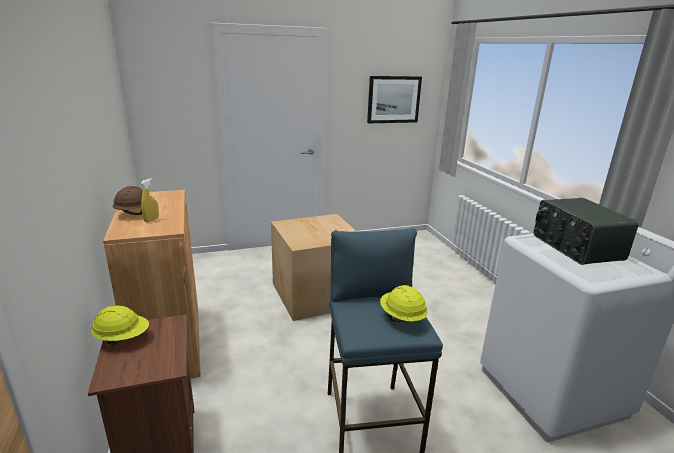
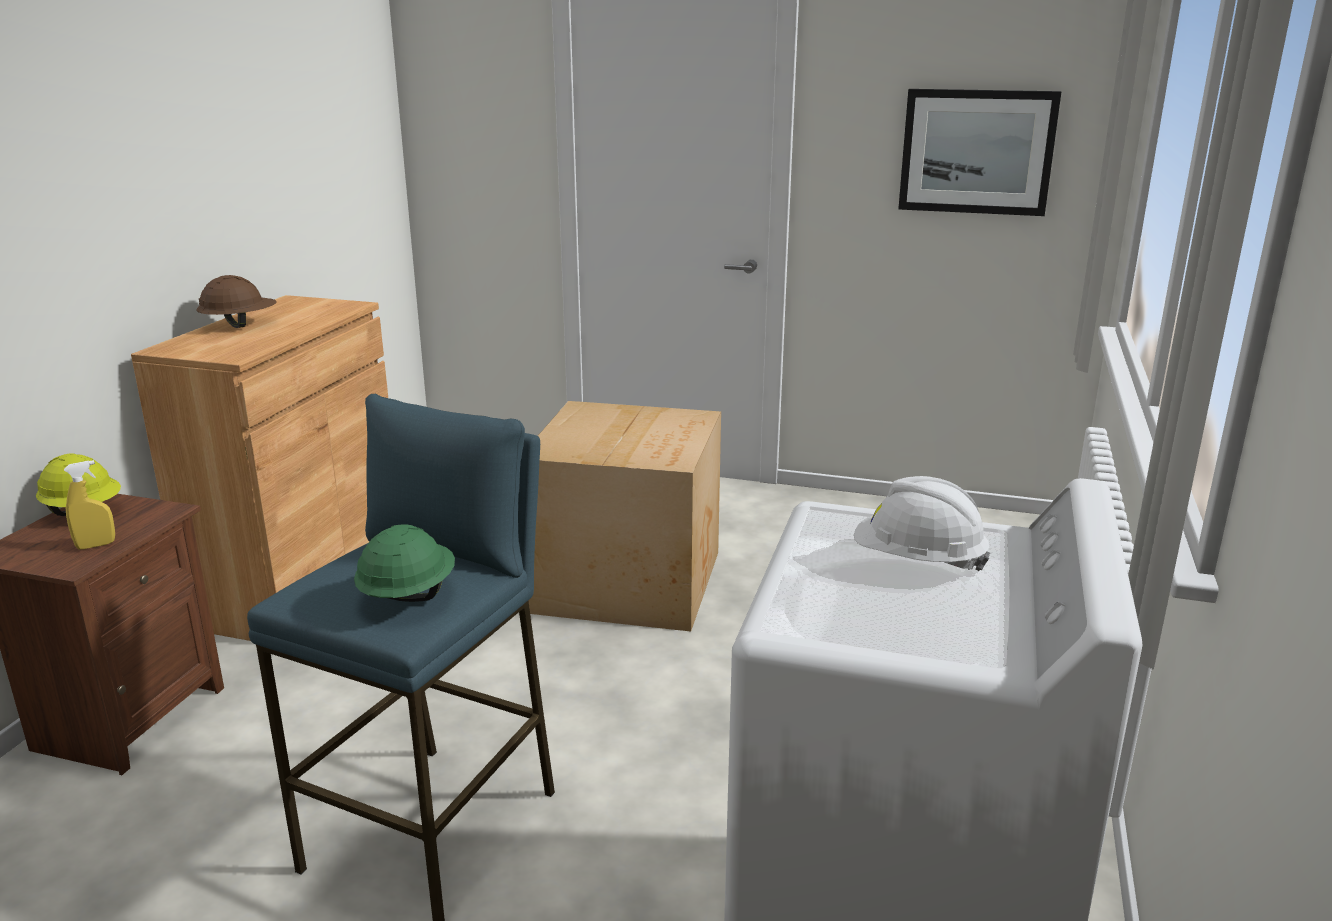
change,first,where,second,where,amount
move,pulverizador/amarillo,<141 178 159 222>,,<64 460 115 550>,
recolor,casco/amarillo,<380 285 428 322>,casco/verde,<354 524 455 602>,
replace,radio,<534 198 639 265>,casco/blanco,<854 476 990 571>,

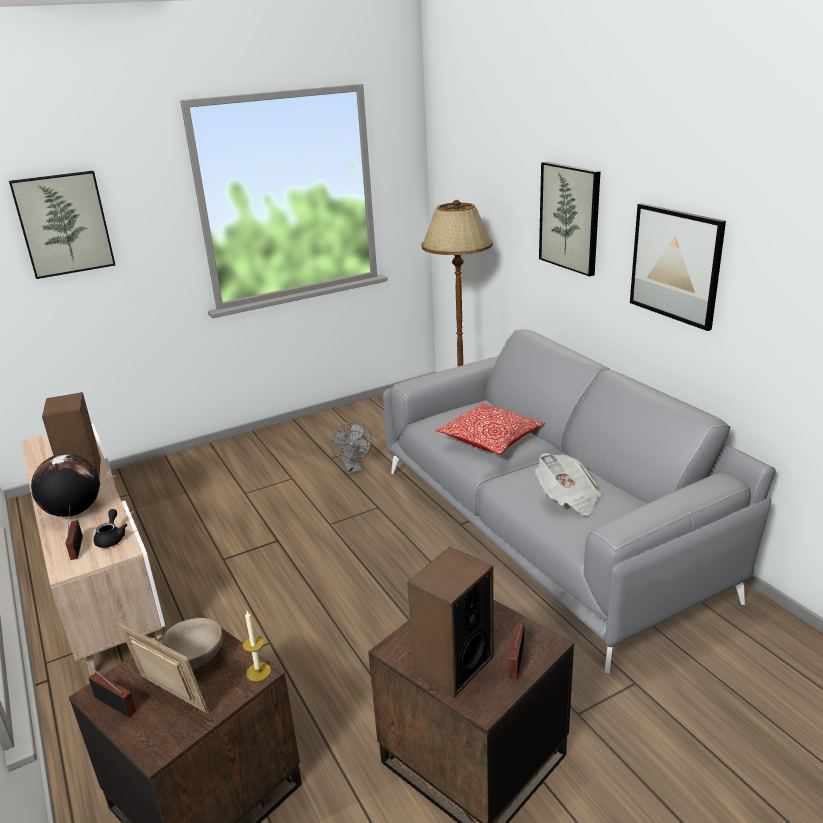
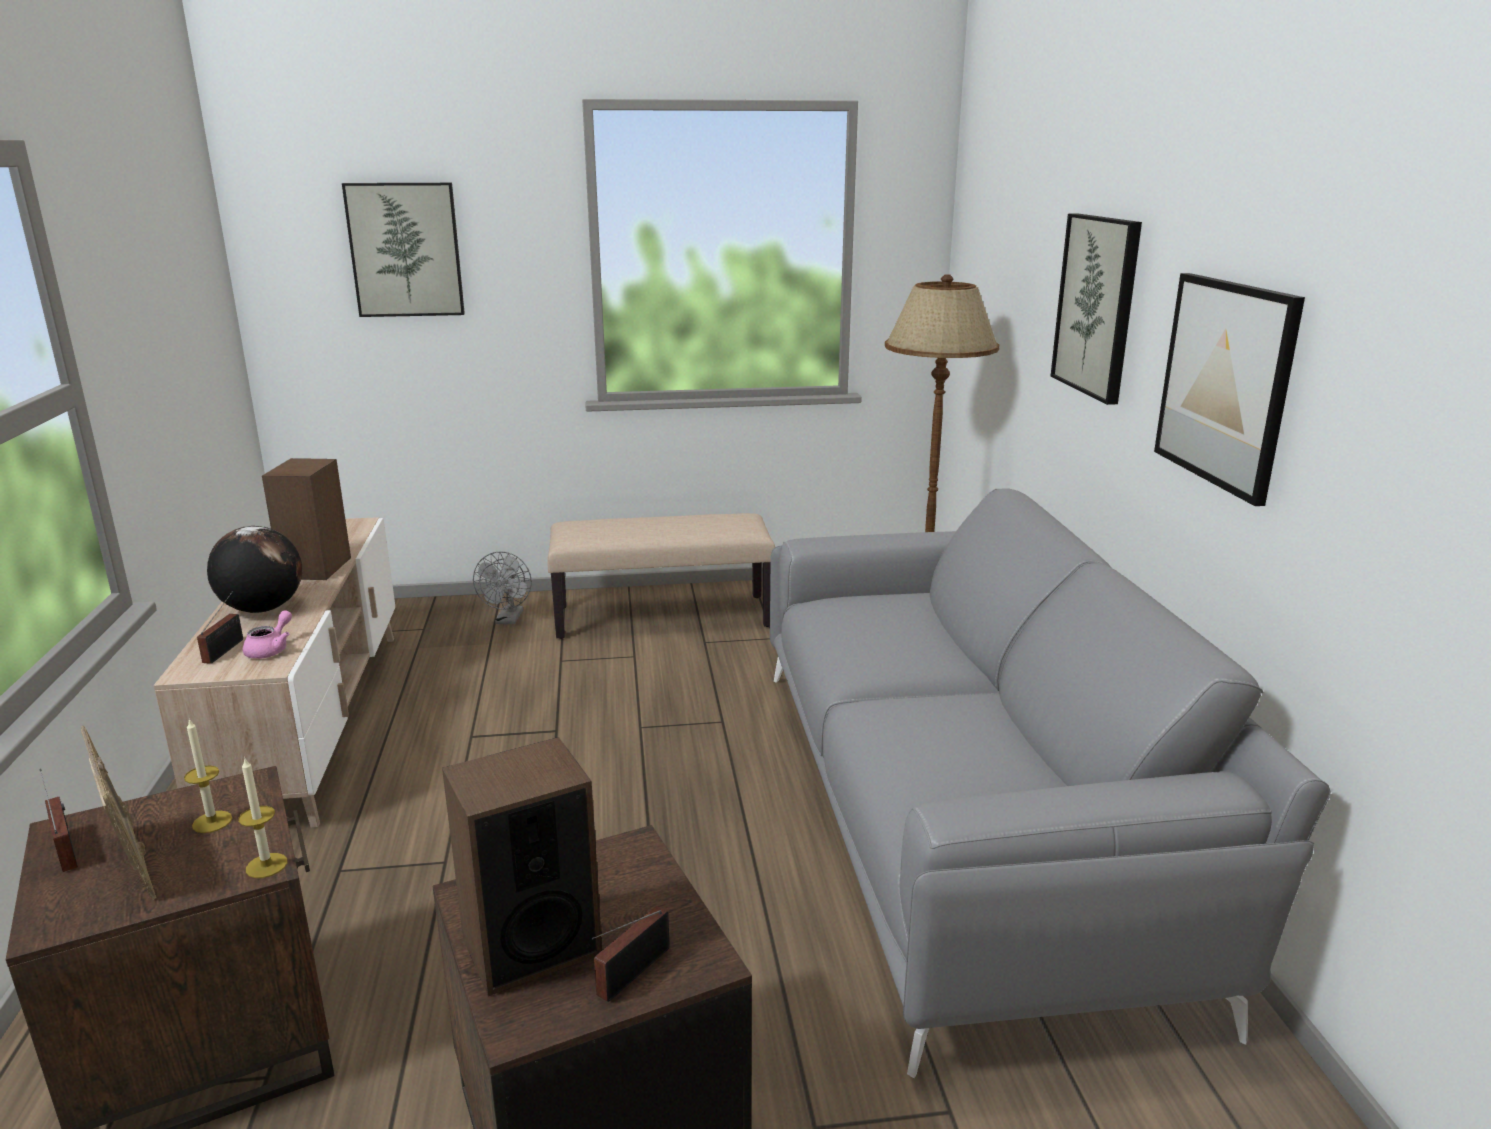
change,first,where,second,where,amount
recolor,tetera/negro,<94 509 127 548>,tetera/rosa,<243 610 292 659>,
replace,cuenco/beis,<160 618 223 669>,vela,<184 718 232 833>,
move,ventilador/gris,<331 422 372 474>,,<473 551 532 624>,
delete,cojín,<436 403 545 455>,,,
delete,periódico,<535 453 601 516>,,,
insert,,,banco/beis,<547 513 775 639>,

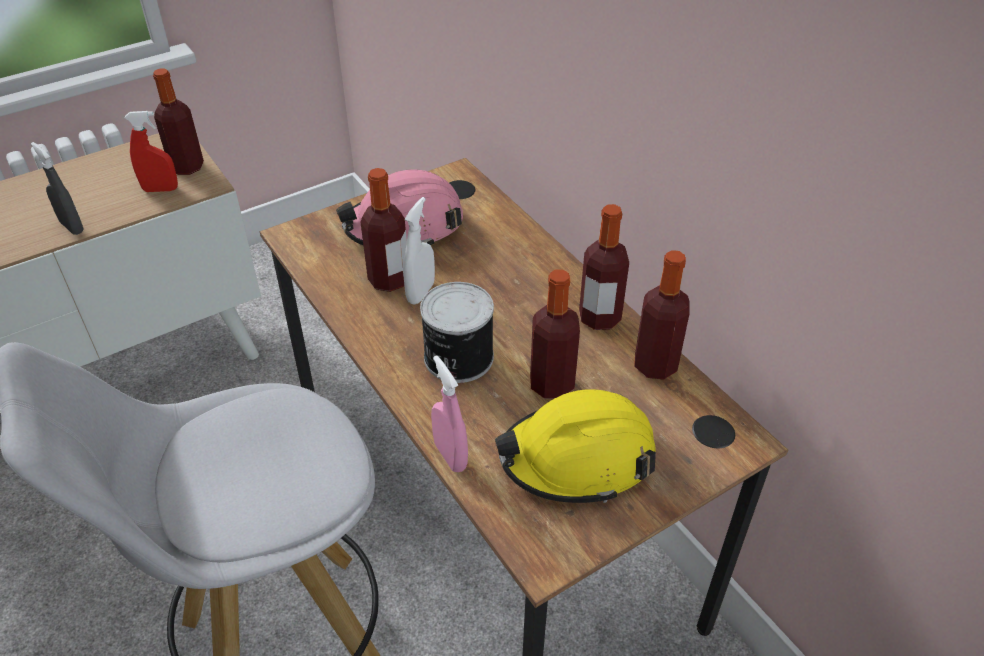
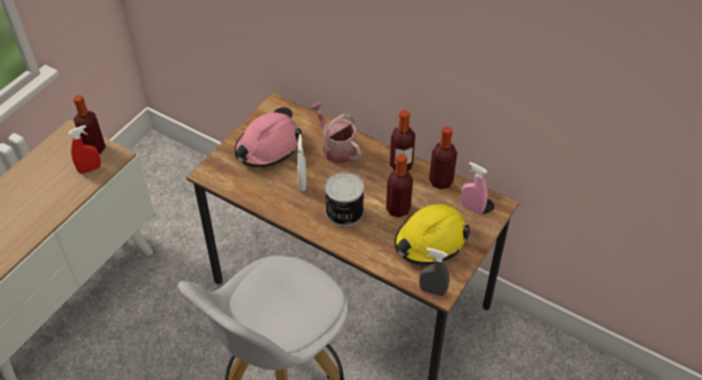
change,first,where,second,where,amount
move,pulverizador/gris,<31 142 84 235>,,<419 248 450 296>,
delete,botella,<361 168 407 292>,,,
move,pulverizador/rosa,<431 355 468 472>,,<461 162 488 214>,
insert,,,regadera,<309 102 361 163>,

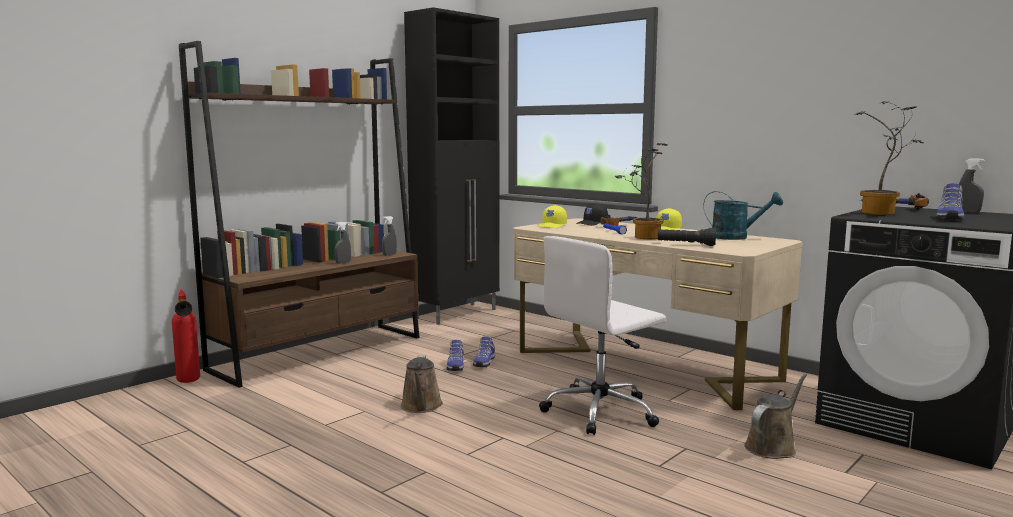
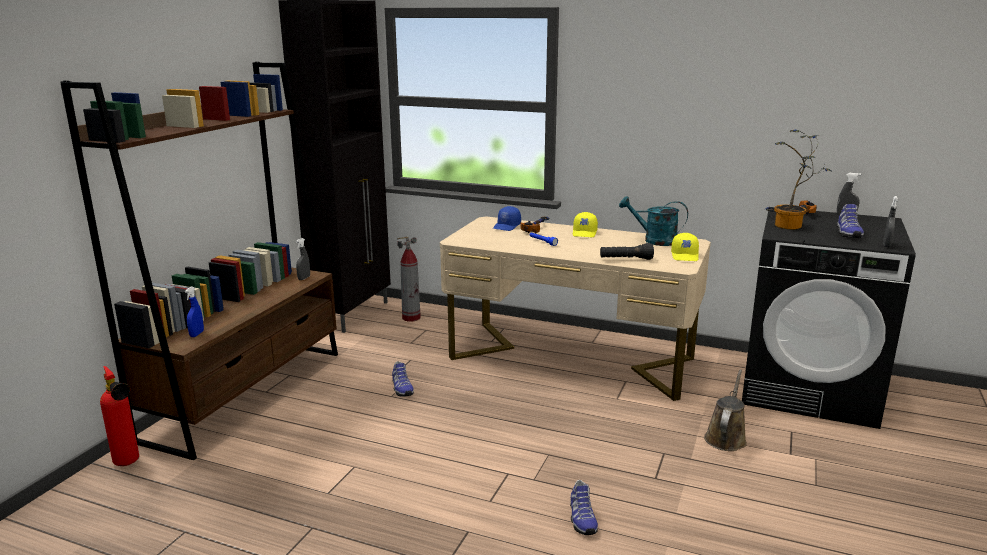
change,first,where,second,where,amount
move,pulverizador/gris,<334 222 351 264>,,<883 196 898 247>,
delete,regadera/marrón,<401 355 443 413>,,,
move,zapato,<473 337 495 367>,,<570 480 598 535>,
move,gorra/amarillo,<538 205 567 228>,,<671 233 699 261>,
delete,silla de oficina/blanco,<539 236 666 435>,,,
recolor,gorra/negro,<576 203 608 226>,gorra/azul,<493 206 521 231>,
delete,planta en maceta,<615 143 668 239>,,,
rotate,regadera/turquesa,<703 191 783 240>,,<619 196 688 246>,150 degrees counterclockwise
insert,,,pulverizador/azul,<185 286 204 337>,
insert,,,extintor,<397 237 421 322>,

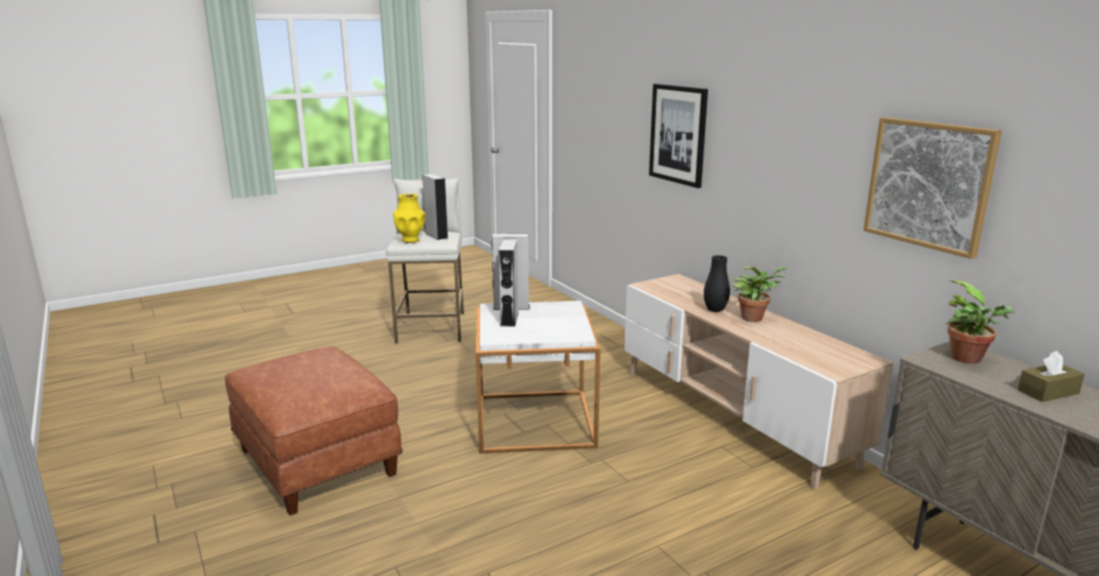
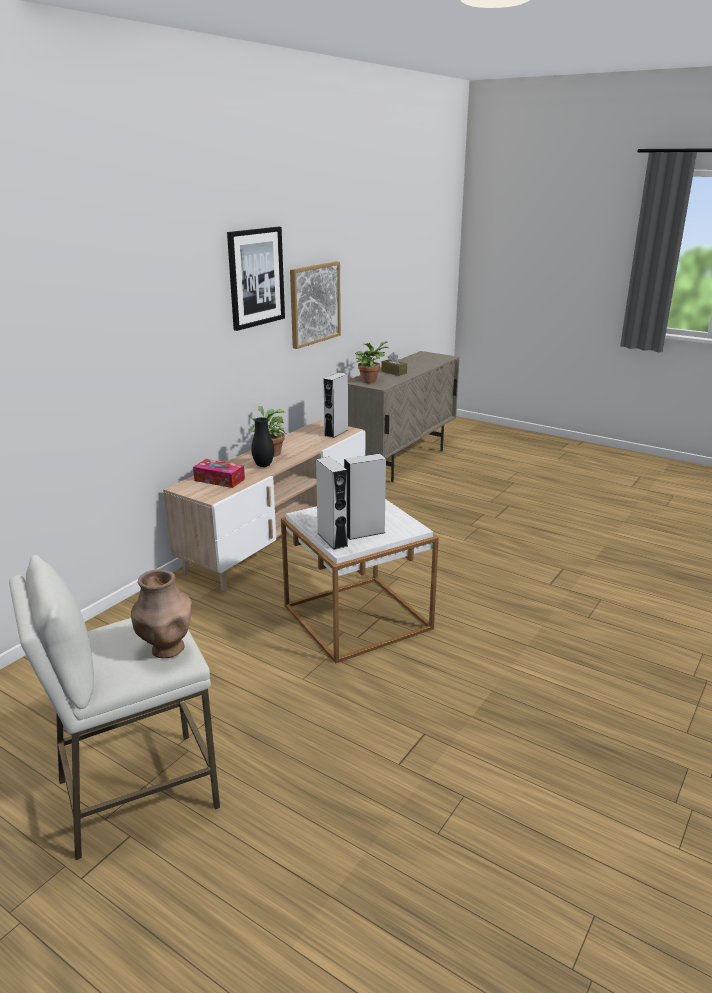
change,first,where,second,where,amount
delete,puf/marrón,<225 346 403 515>,,,
recolor,florero/amarillo,<393 194 425 243>,florero/marrón,<131 569 192 658>,
move,altavoz/gris,<422 174 448 240>,,<324 372 348 438>,
move,cuadro,<649 84 708 188>,,<227 227 285 331>,
insert,,,caja de pañuelos,<193 459 245 488>,

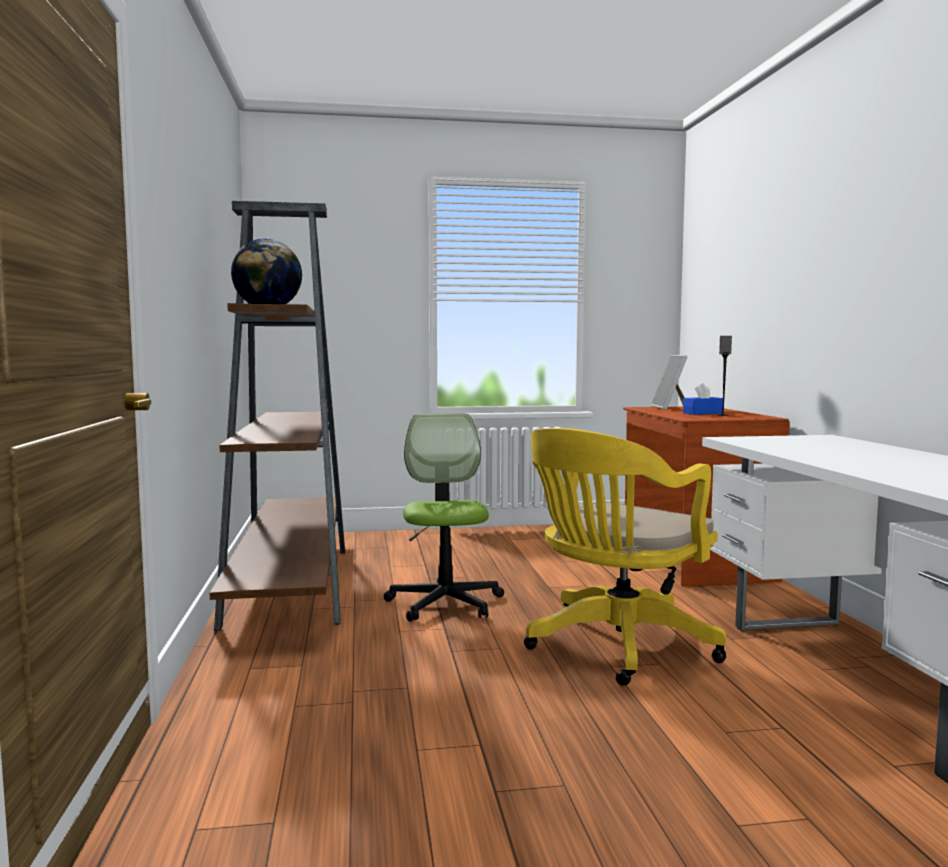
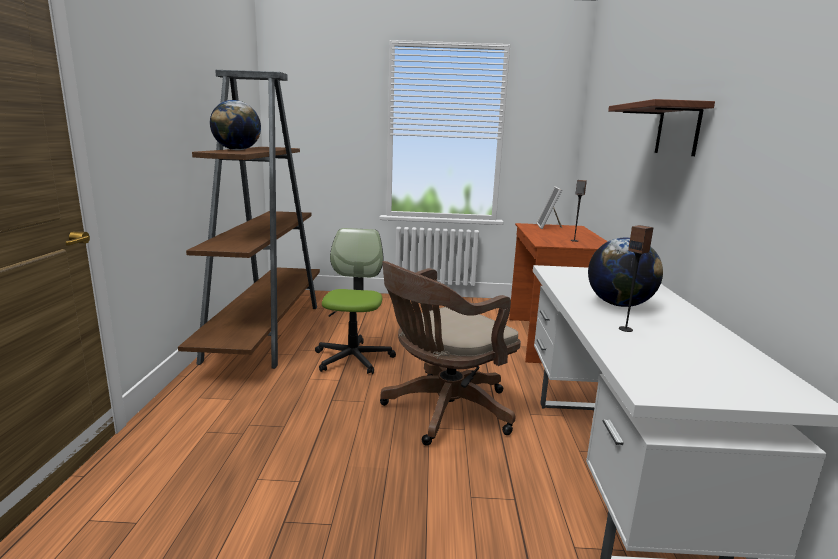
change,first,where,second,where,amount
recolor,silla de oficina/amarillo,<524 428 727 686>,silla de oficina/marrón,<380 261 521 446>,
delete,caja de pañuelos/azul,<683 383 723 415>,,,
insert,,,globo terráqueo,<588 237 663 307>,
insert,,,estante,<608 99 715 156>,
insert,,,altavoz,<619 225 653 332>,

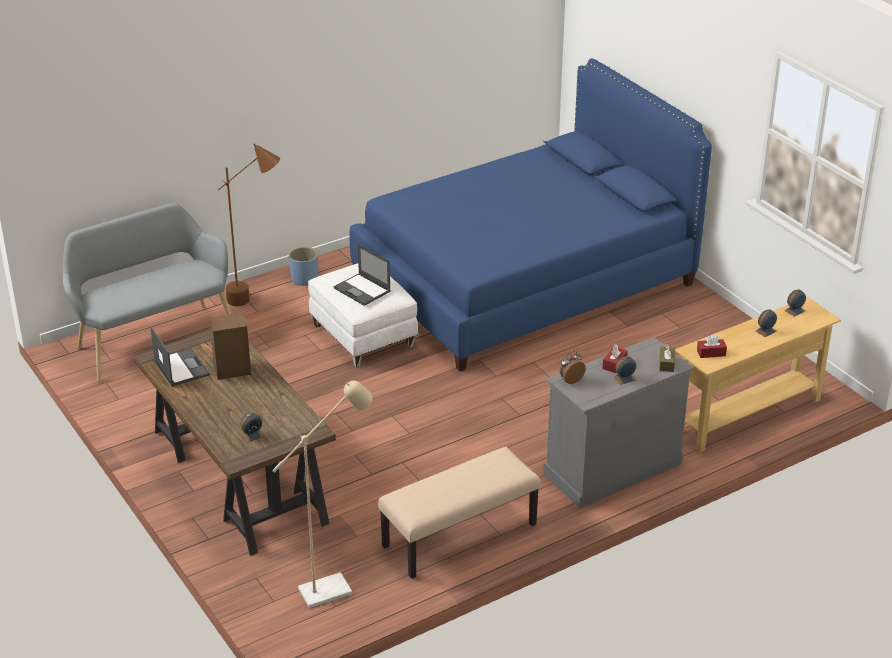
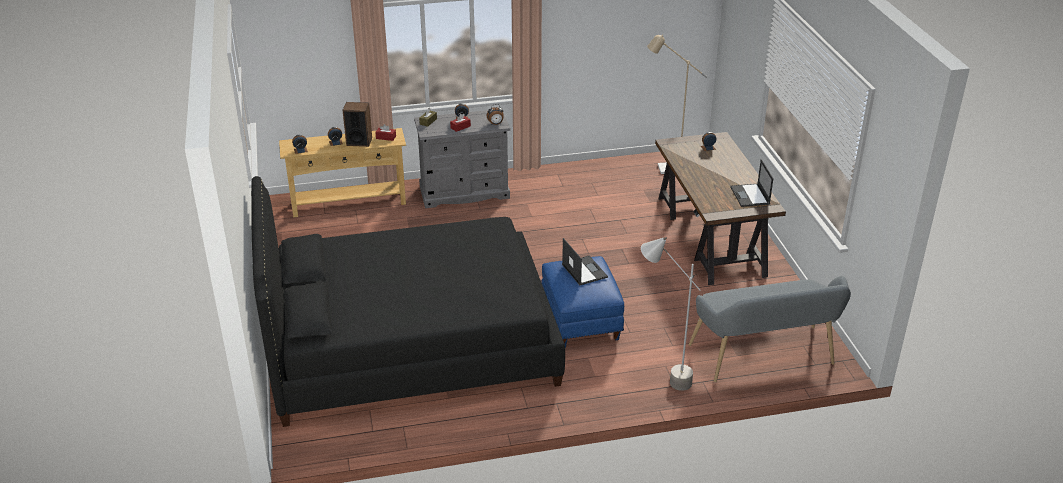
change,first,where,second,where,amount
move,altavoz,<209 312 251 380>,,<342 102 372 147>,
recolor,lámpara de pie/marrón,<218 143 280 306>,lámpara de pie/gris,<641 237 701 391>,
delete,maceta/azul,<289 247 318 286>,,,
recolor,puf/blanco,<308 263 419 367>,puf/azul,<541 256 624 348>,
recolor,cama/azul,<349 58 712 371>,cama/negro,<251 176 565 427>,
delete,banco/beis,<378 447 541 579>,,,

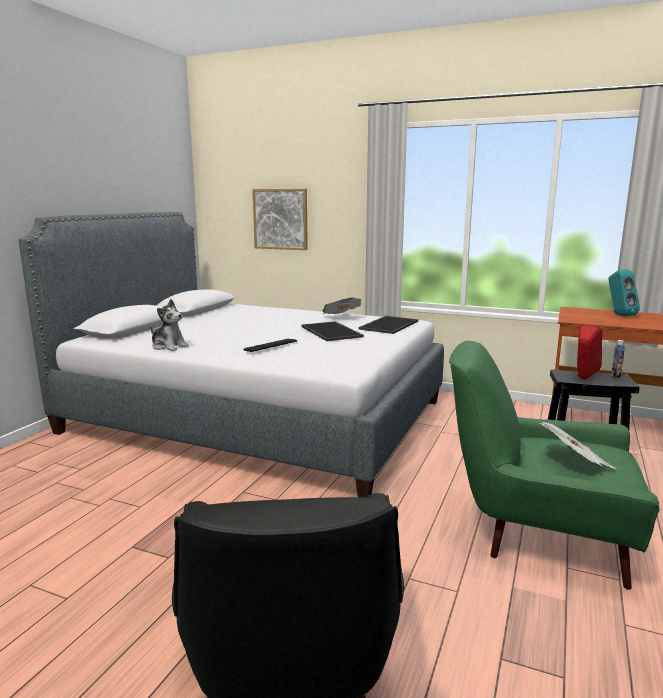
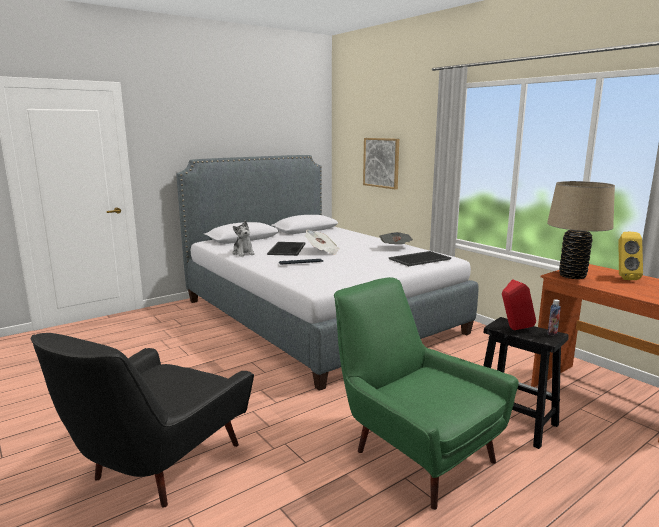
change,first,where,second,where,amount
move,bandeja,<301 321 364 341>,,<267 242 305 256>,
move,periódico,<540 422 616 469>,,<305 230 339 255>,
recolor,altavoz/turquesa,<609 269 640 316>,altavoz/amarillo,<619 232 643 280>,
insert,,,lámpara de mesa/beis,<547 181 615 279>,

